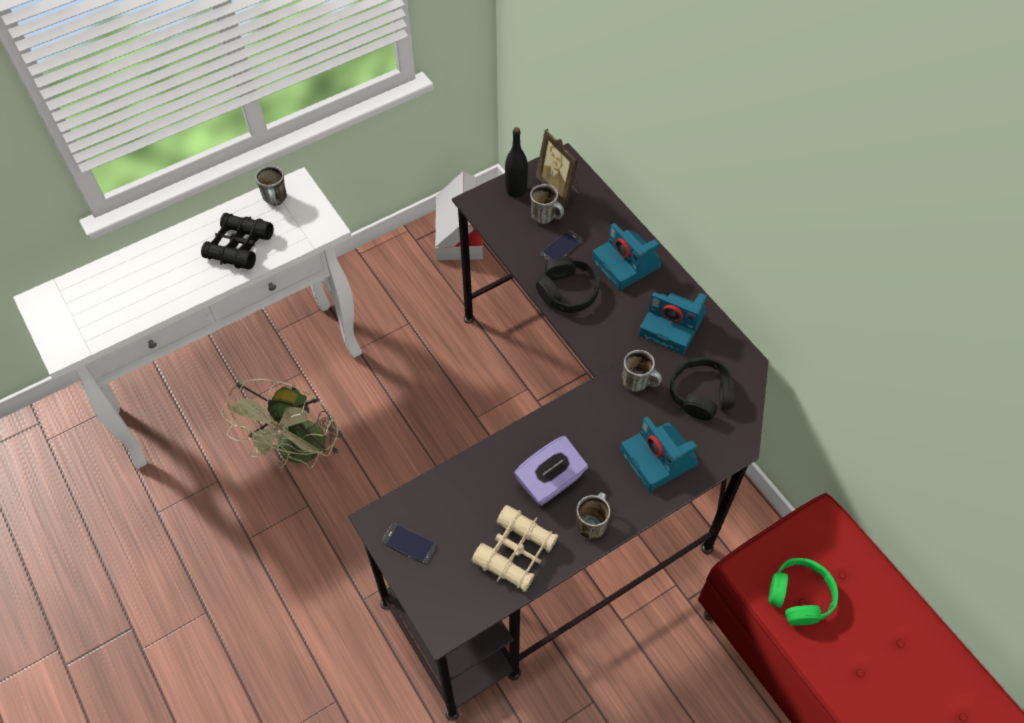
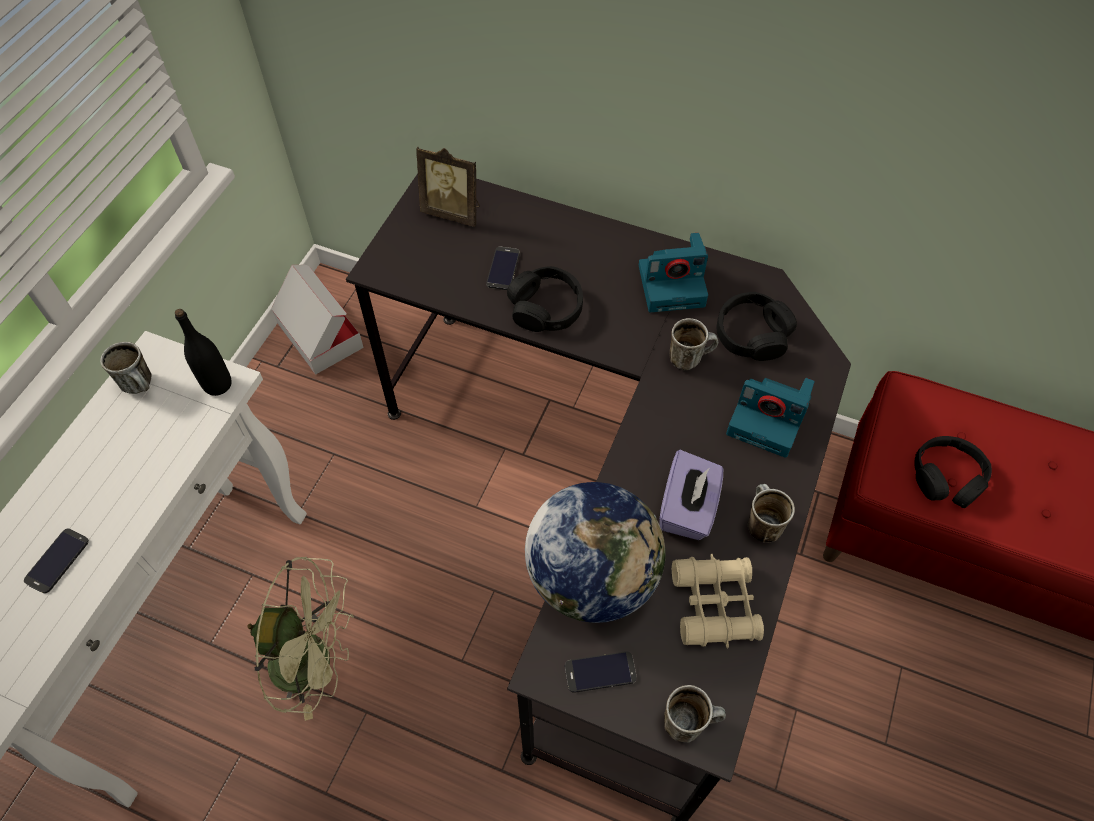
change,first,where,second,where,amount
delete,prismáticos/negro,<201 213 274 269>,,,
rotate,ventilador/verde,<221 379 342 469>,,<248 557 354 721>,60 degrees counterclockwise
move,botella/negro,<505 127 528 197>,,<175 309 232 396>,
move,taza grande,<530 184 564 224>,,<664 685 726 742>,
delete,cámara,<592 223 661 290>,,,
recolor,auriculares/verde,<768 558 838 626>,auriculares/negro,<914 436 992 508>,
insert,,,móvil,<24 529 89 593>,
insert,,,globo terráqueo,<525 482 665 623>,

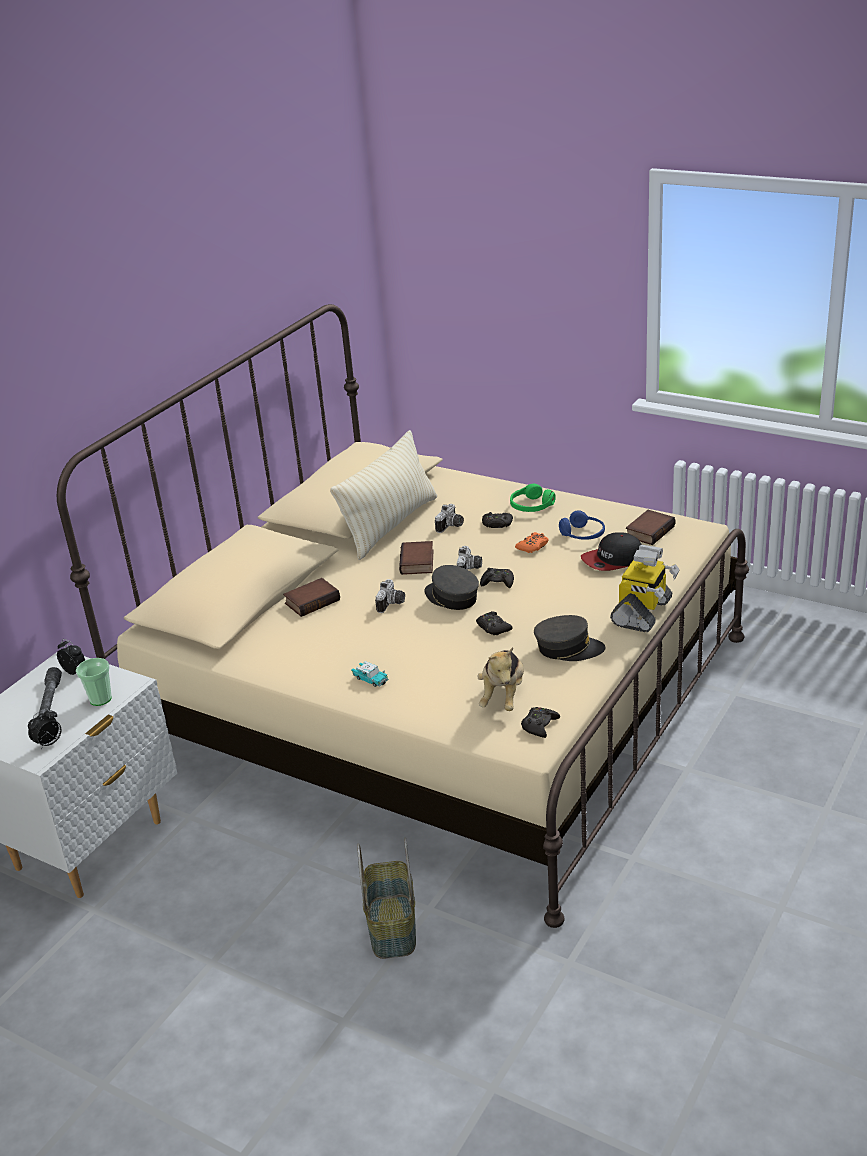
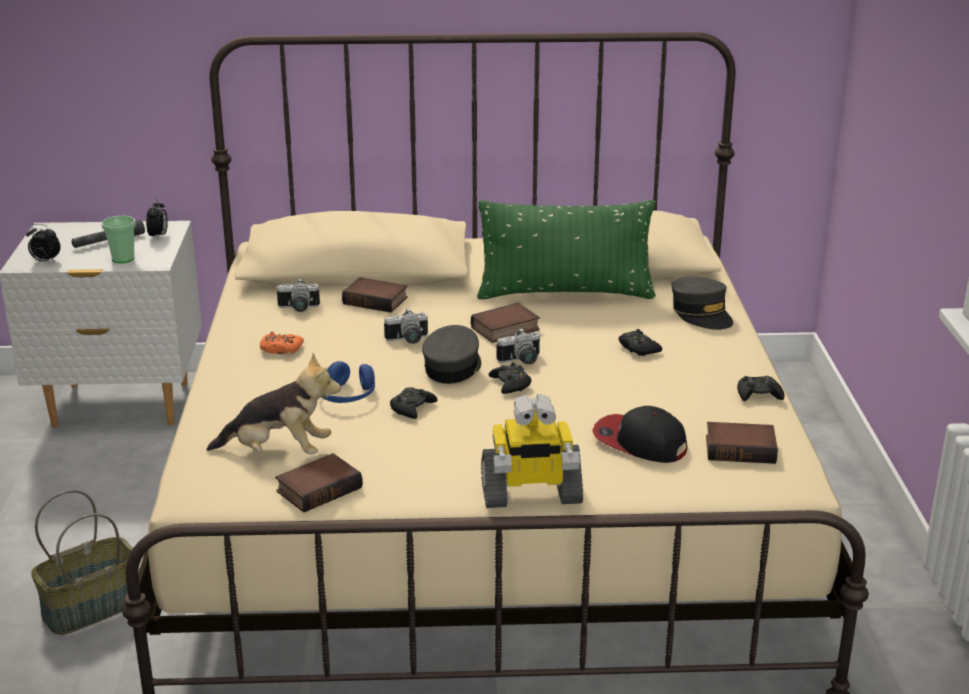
change,first,where,second,where,amount
recolor,cojín/beis,<330 430 437 560>,cojín/verde,<477 200 656 299>,
delete,coche de juguete,<351 661 389 687>,,,
move,cámara,<435 504 464 533>,,<277 279 320 312>,
rotate,peluche,<477 647 524 711>,,<206 353 341 454>,150 degrees counterclockwise
delete,auriculares/verde,<510 484 556 512>,,,
move,mando de consola/naranja,<515 532 549 553>,,<260 332 304 354>,
move,mando de consola/negro,<521 707 560 738>,,<737 376 785 401>,
move,gorra/gris,<534 615 605 661>,,<671 277 733 330>,
move,auriculares/azul,<559 510 605 540>,,<321 361 375 403>,
insert,,,libro,<275 453 363 512>,

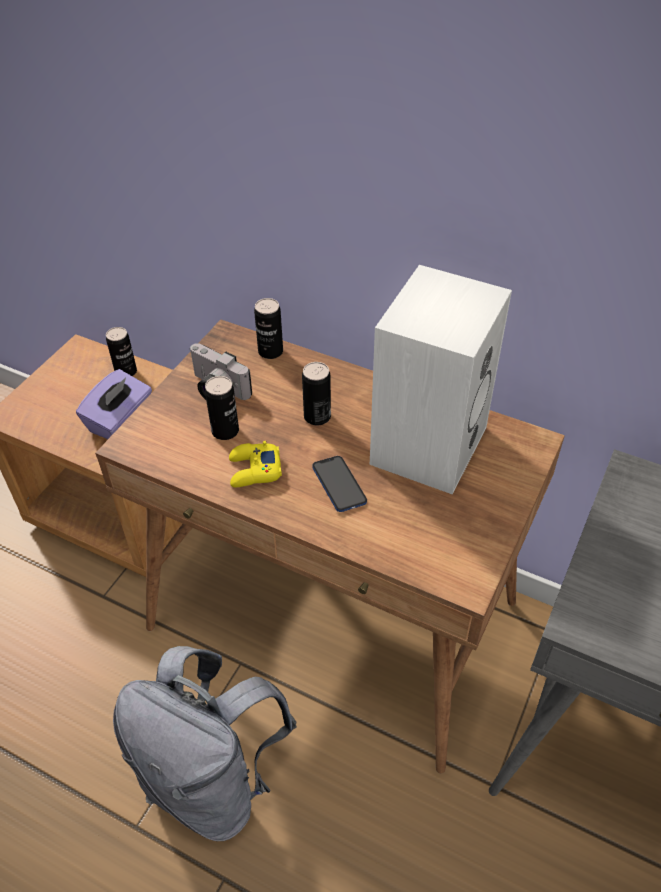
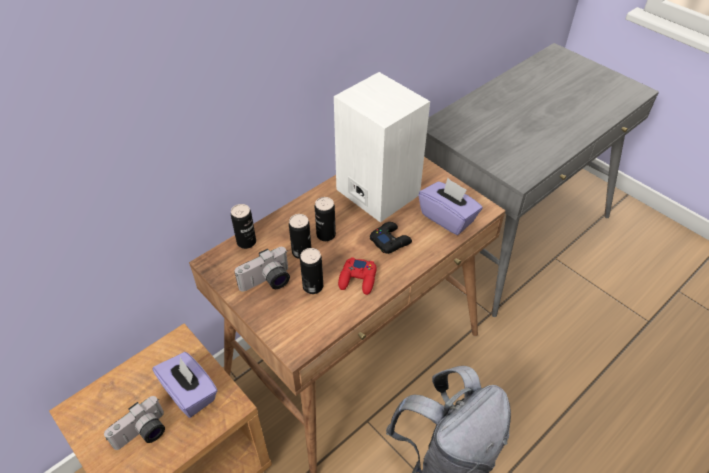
change,first,where,second,where,amount
move,lata,<106 327 137 376>,,<289 214 311 259>,
recolor,mando de consola/amarillo,<229 441 282 487>,mando de consola/rojo,<338 257 377 295>,
replace,móvil,<312 456 367 512>,mando de consola/negro,<370 222 412 254>,
insert,,,cámara,<104 396 165 450>,
insert,,,caja de pañuelos/morado,<419 178 483 235>,

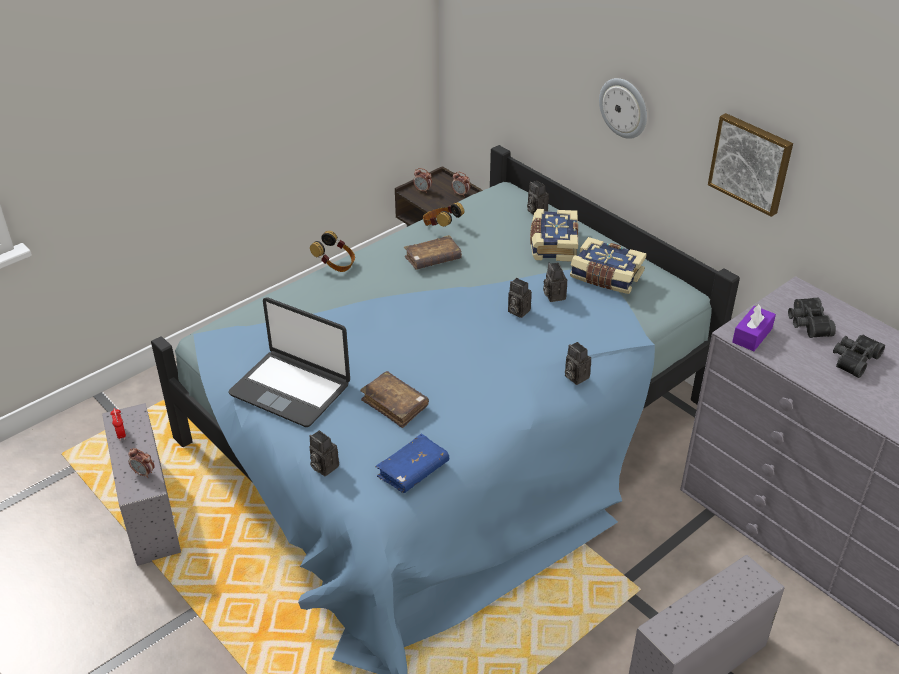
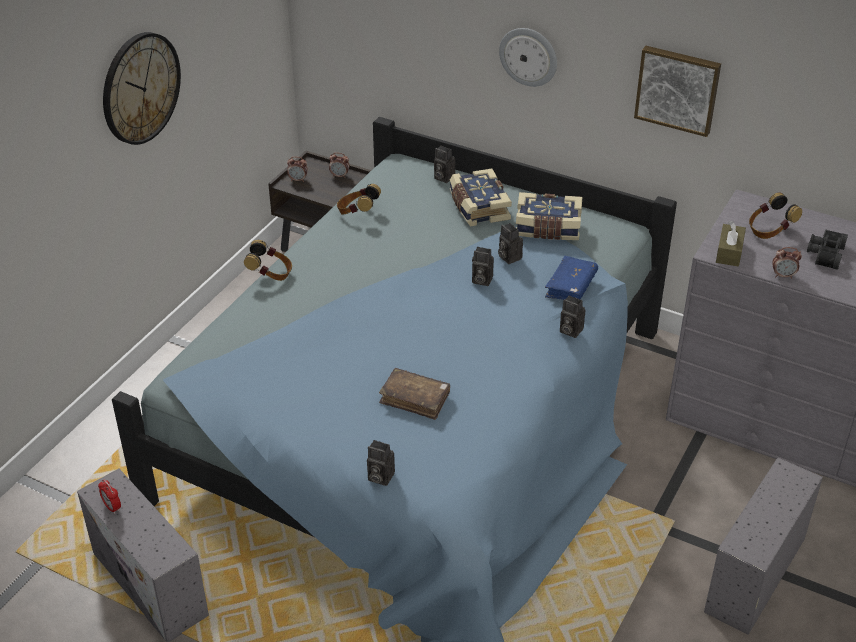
change,first,where,second,where,amount
move,despertador,<128 448 155 478>,,<773 247 802 279>,
delete,portátil,<228 298 350 427>,,,
move,libro/azul,<375 434 449 493>,,<545 256 598 300>,
delete,libro/marrón,<404 235 462 270>,,,
recolor,caja de pañuelos/morado,<732 304 776 351>,caja de pañuelos/marrón,<716 221 746 267>,
replace,prismáticos/negro,<788 298 836 338>,auriculares,<749 192 802 239>,
insert,,,reloj de pared,<103 32 181 145>,

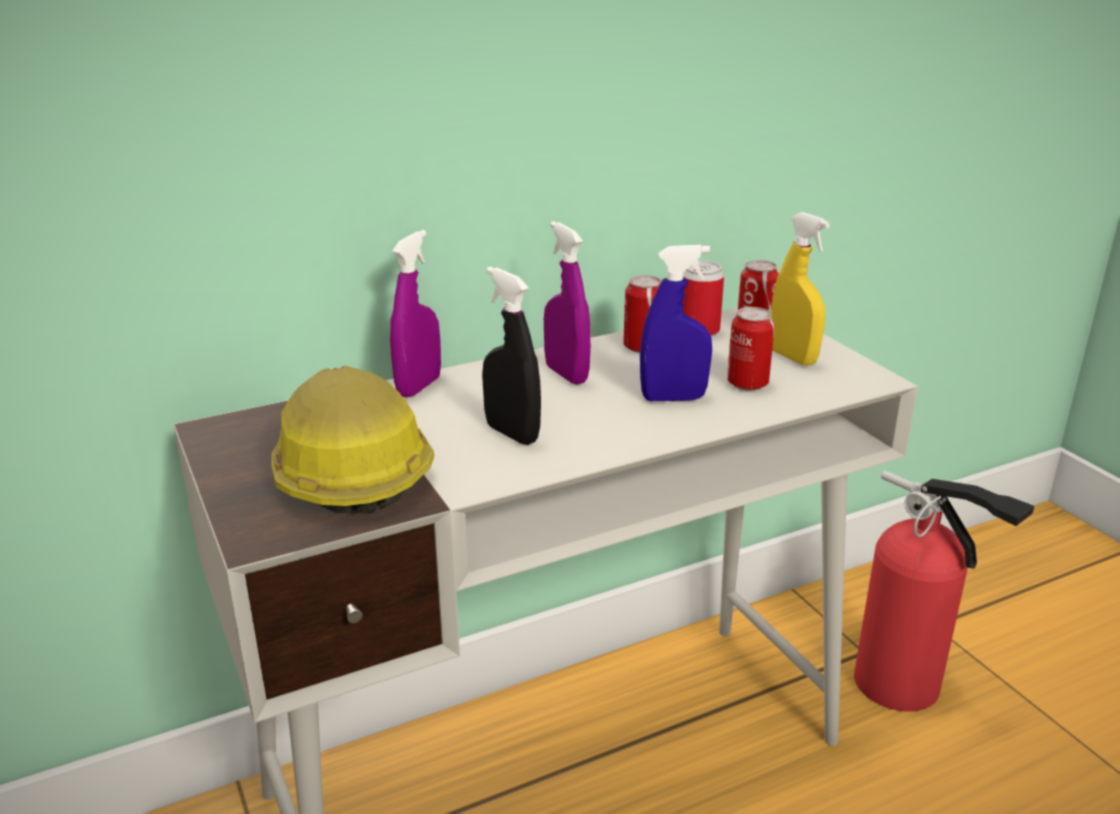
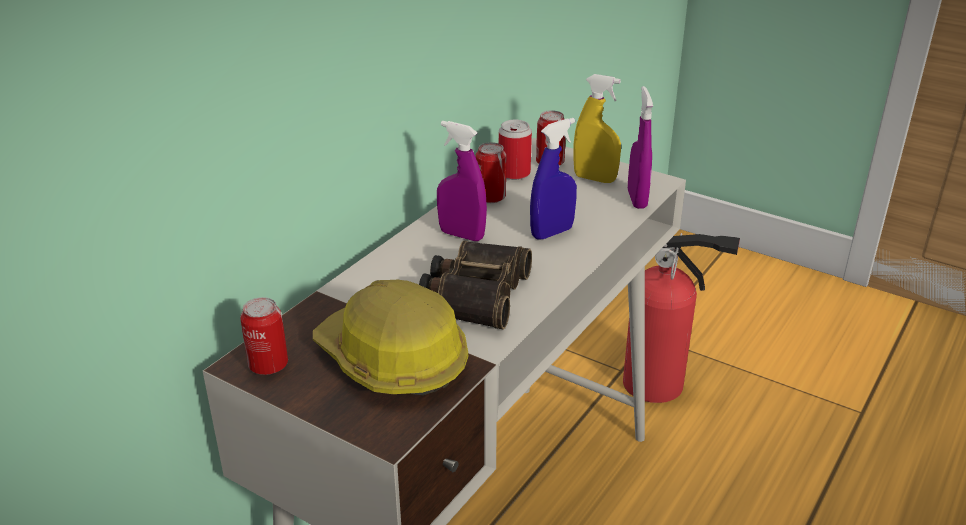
change,first,where,second,where,amount
move,pulverizador/morado,<390 230 441 398>,,<628 86 653 209>,
replace,pulverizador/negro,<482 267 541 445>,prismáticos,<419 241 532 329>,
move,lata,<727 307 775 391>,,<240 297 288 375>,

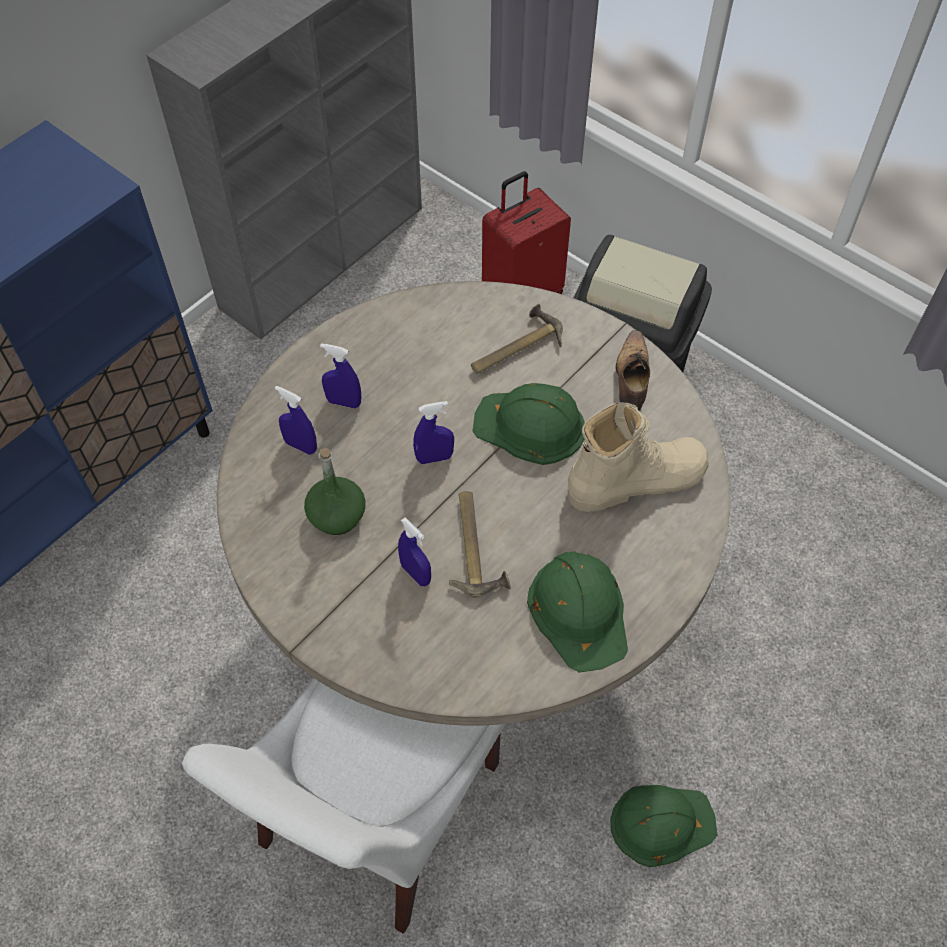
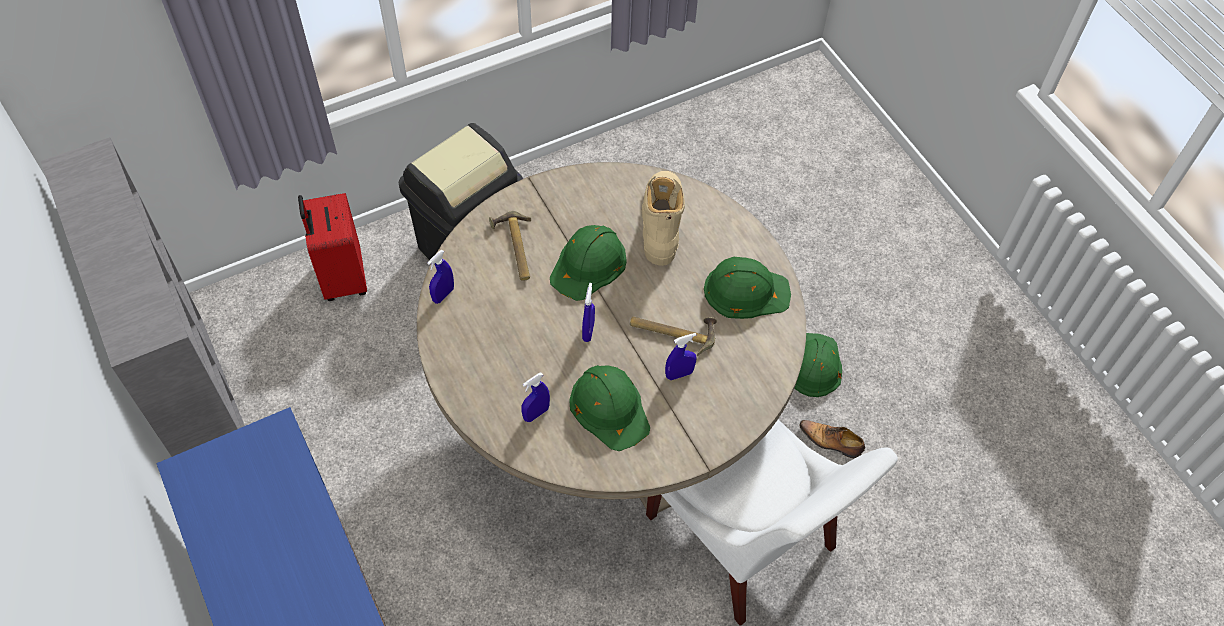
change,first,where,second,where,amount
replace,botella/verde,<304 448 366 535>,casco/verde,<569 365 650 451>,
move,pulverizador/azul,<320 343 361 409>,,<427 250 454 304>,
move,zapato,<616 330 650 410>,,<799 420 865 458>,

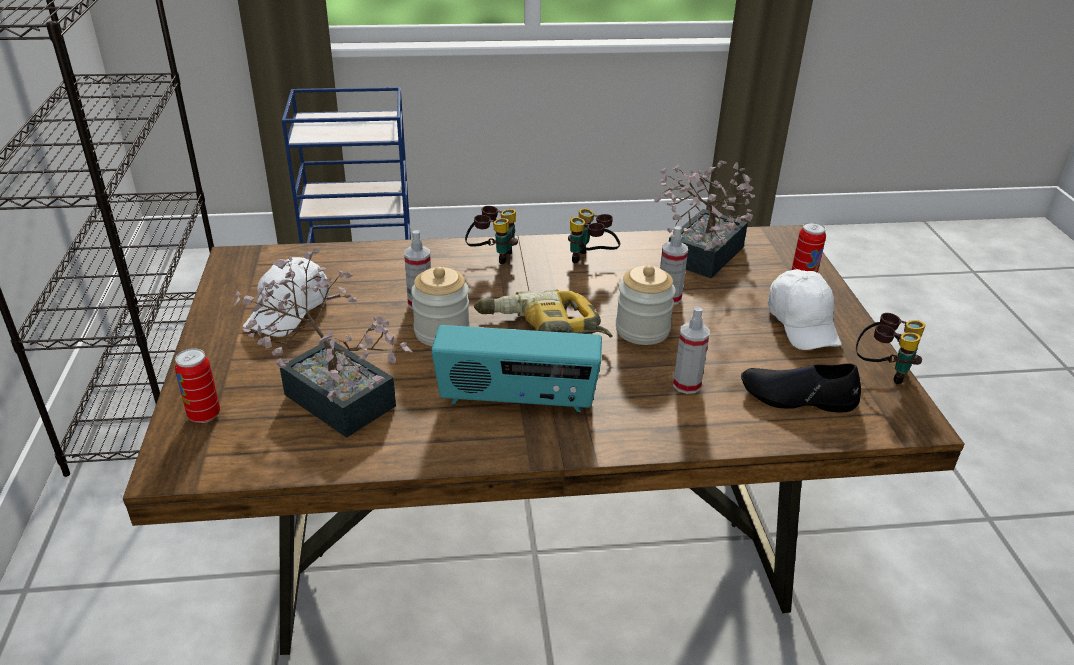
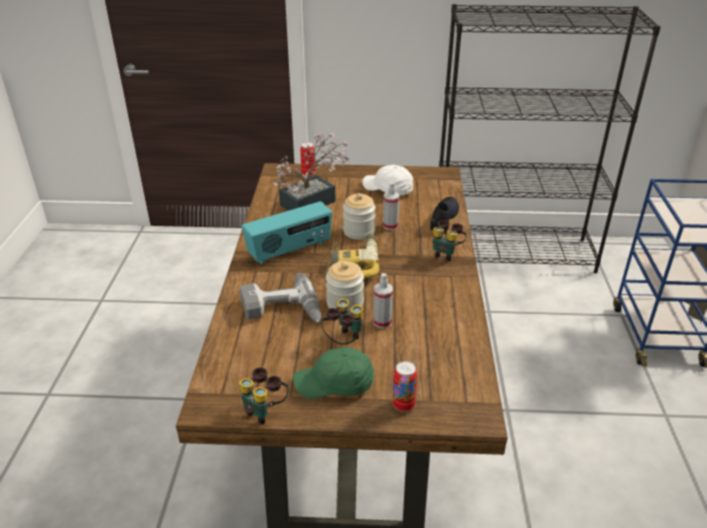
change,first,where,second,where,amount
rotate,radio,<431 325 602 412>,,<242 201 332 265>,135 degrees counterclockwise
move,prismáticos,<568 208 620 263>,,<321 299 363 345>,
delete,planta en maceta,<654 161 755 278>,,,
replace,pulverizador,<673 306 710 394>,taladro,<240 273 321 322>,
move,zapato/negro,<741 363 861 413>,,<430 197 459 232>,
recolor,gorra/blanco,<767 269 842 350>,gorra/verde,<293 347 374 398>,

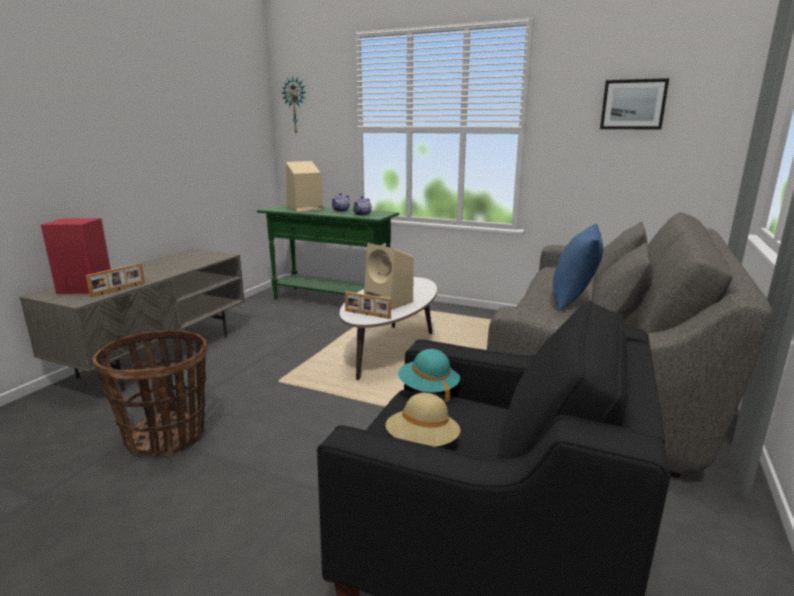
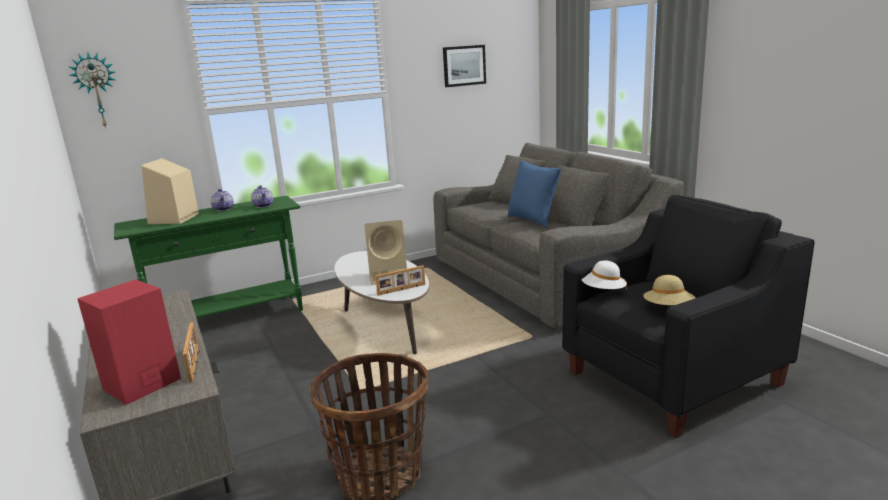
change,first,where,second,where,amount
recolor,sombrero/turquesa,<398 349 460 402>,sombrero/blanco,<582 260 627 291>,

